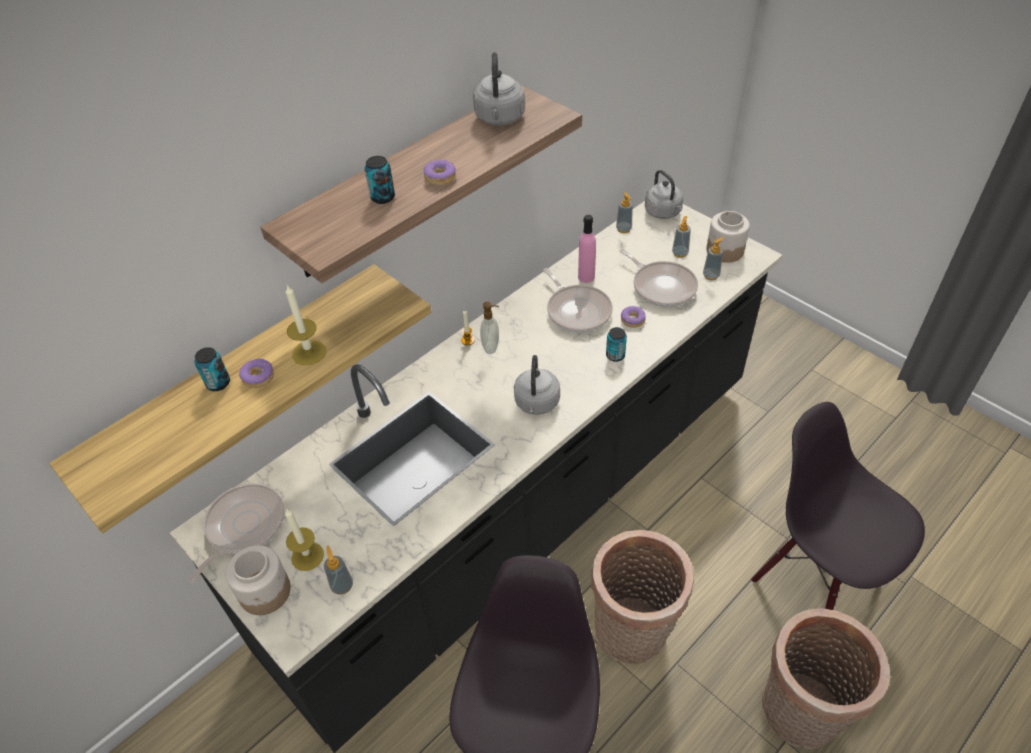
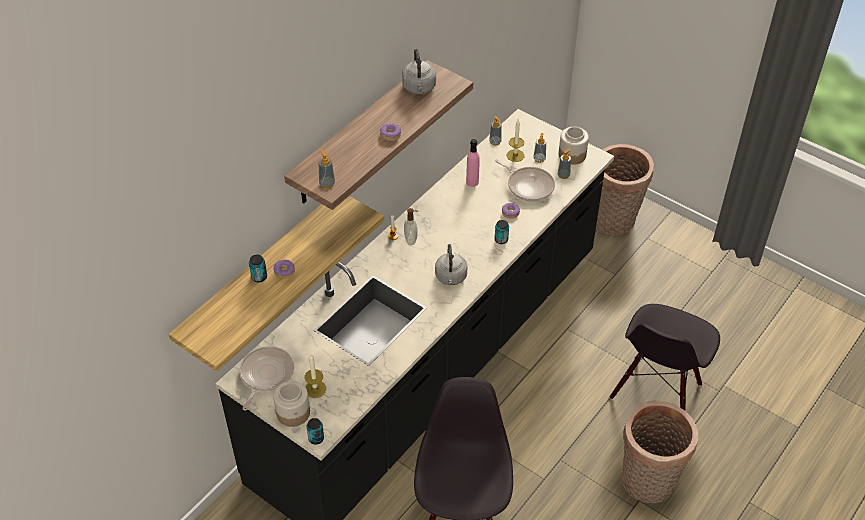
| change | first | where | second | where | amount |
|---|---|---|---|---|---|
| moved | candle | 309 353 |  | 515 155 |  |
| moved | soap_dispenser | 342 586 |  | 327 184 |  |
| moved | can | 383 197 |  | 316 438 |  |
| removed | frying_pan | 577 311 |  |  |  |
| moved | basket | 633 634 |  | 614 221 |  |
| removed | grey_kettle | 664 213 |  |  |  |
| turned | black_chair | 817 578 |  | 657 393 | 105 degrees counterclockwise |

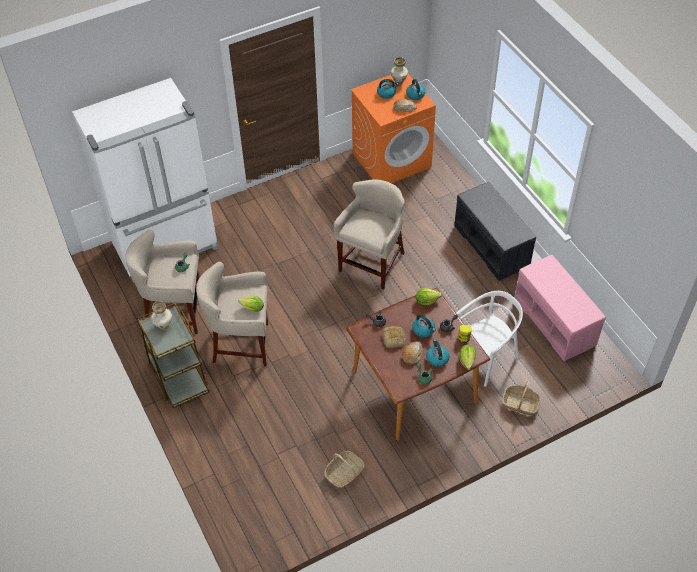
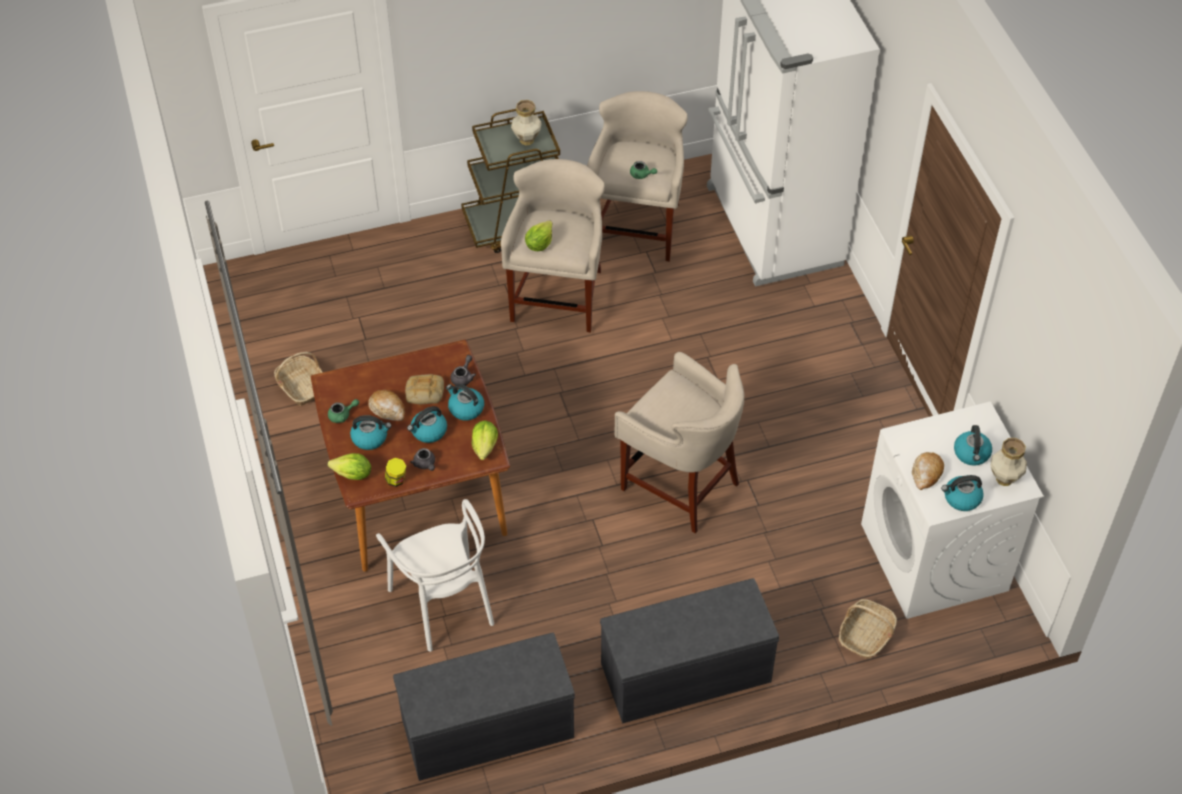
| change | first | where | second | where | amount |
|---|---|---|---|---|---|
| recoloured | orange_washing_machine | 392 160 | white_washing_machine | 935 558 |  |
| moved | basket | 520 404 |  | 865 635 |  |
| recoloured | pink_bench | 555 322 | grey_bench | 486 729 |  |
| added |  |  | kettle | 465 408 |  |

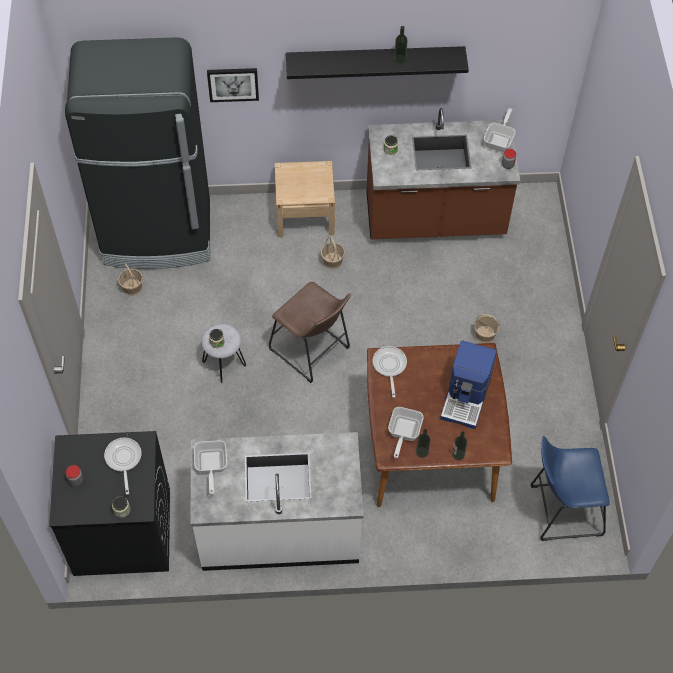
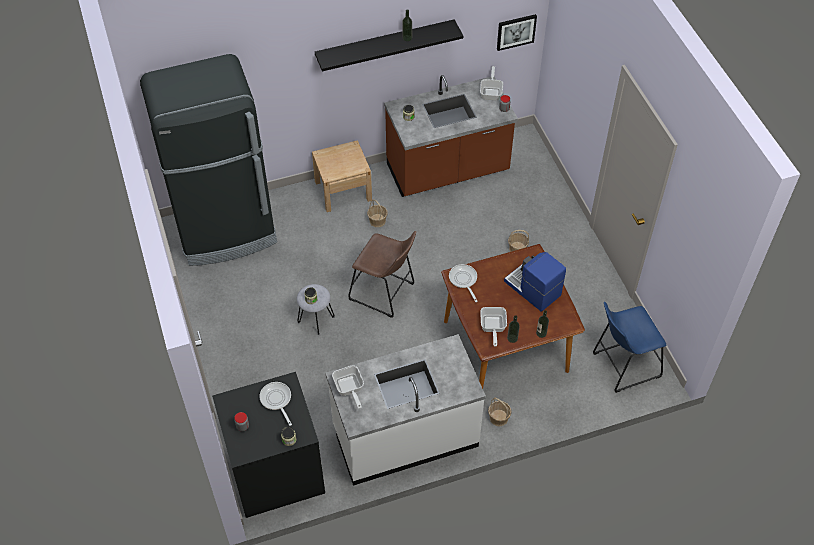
| change | first | where | second | where | amount |
|---|---|---|---|---|---|
| moved | basket | 132 287 |  | 498 418 |  |
| moved | picture | 233 84 |  | 516 31 |  |
| turned | coffee_machine | 466 397 |  | 532 289 | 135 degrees clockwise |

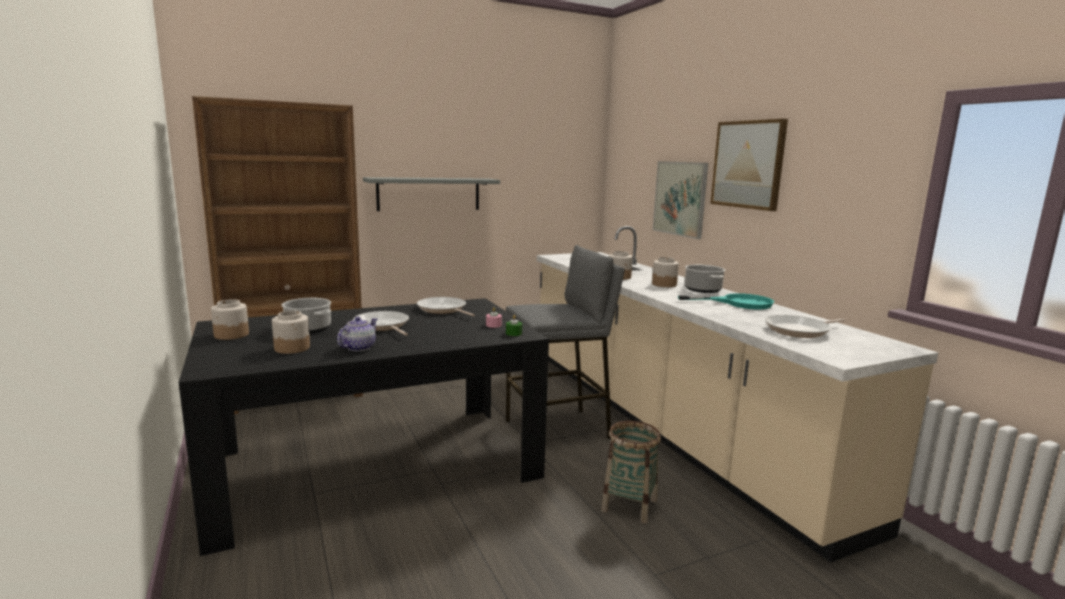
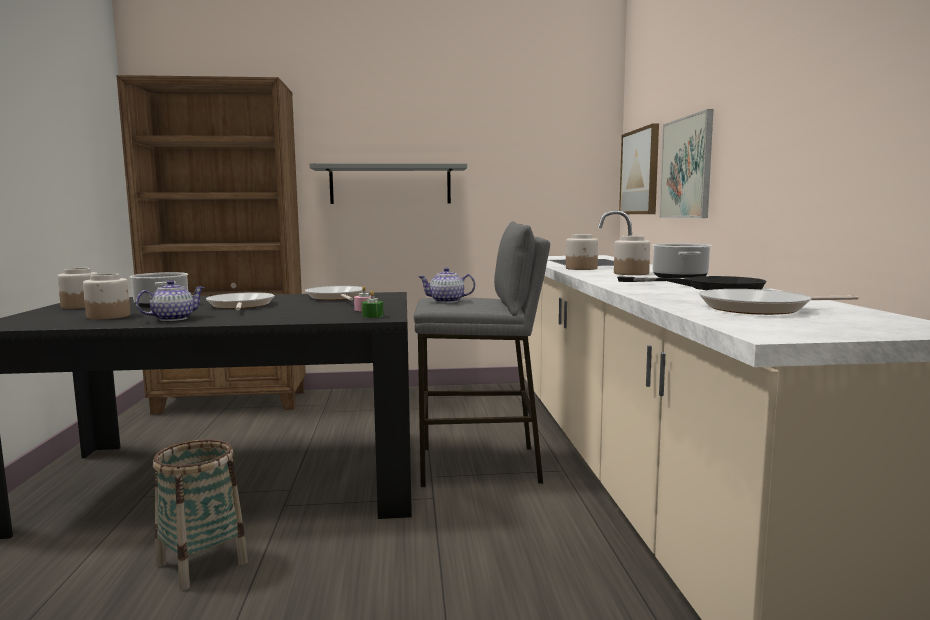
| change | first | where | second | where | amount |
|---|---|---|---|---|---|
| moved | basket | 629 505 |  | 202 563 |  |
| recoloured | turquoise_frying_pan | 738 303 | black_frying_pan | 709 287 |  |
| moved | picture | 748 164 |  | 640 172 |  |
| added |  |  | teapot | 447 301 |  |

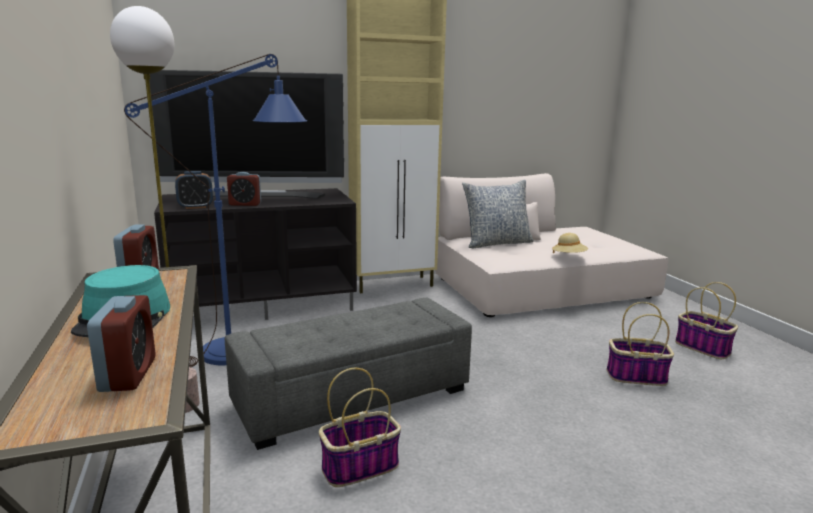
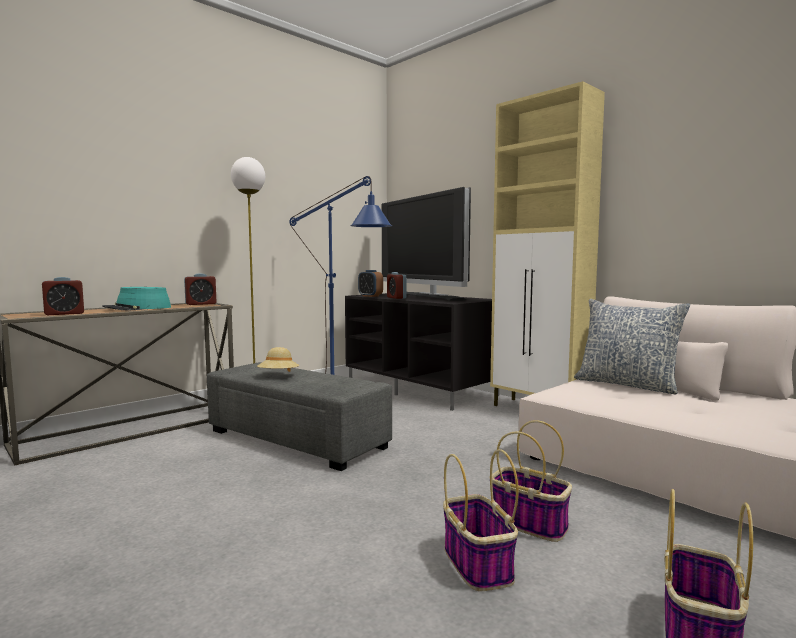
| change | first | where | second | where | amount |
|---|---|---|---|---|---|
| moved | basket | 360 466 |  | 530 523 |  |
| moved | beige_hat | 569 256 |  | 278 376 |  |

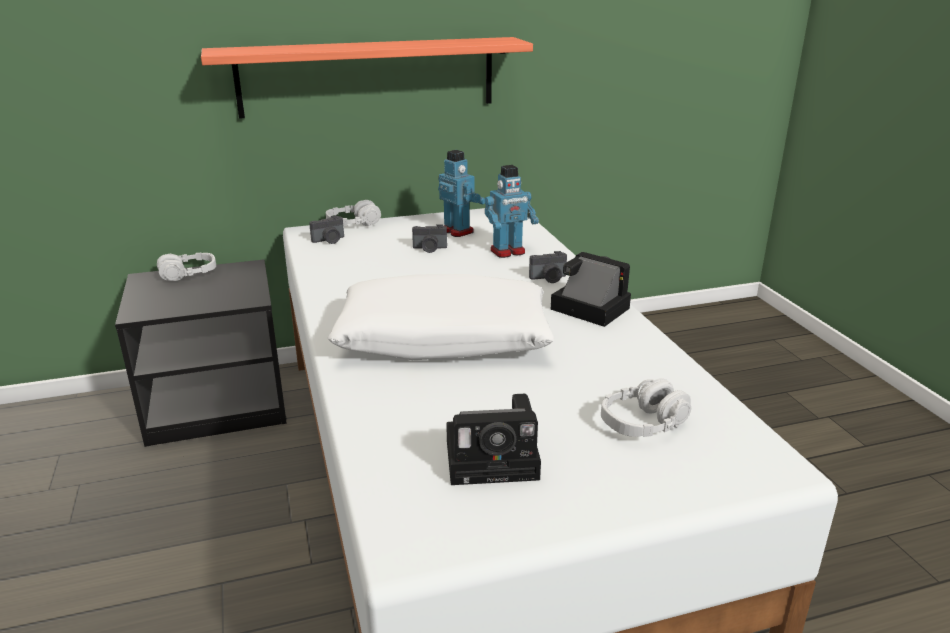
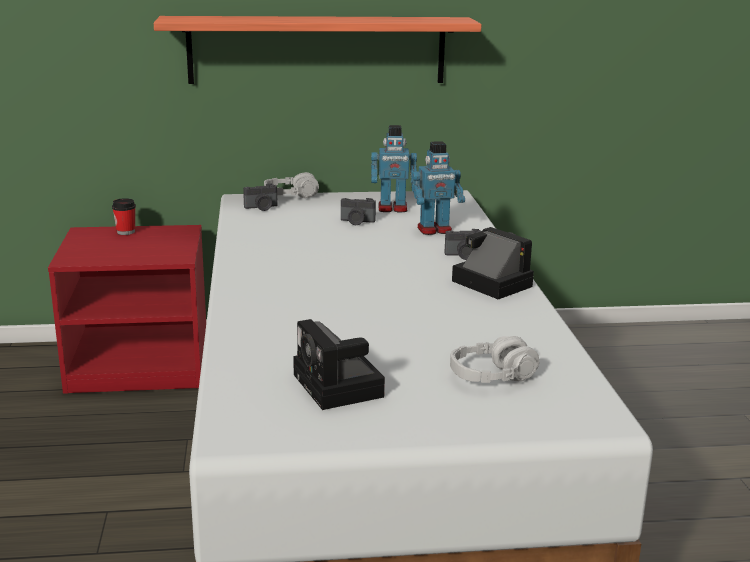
| change | first | where | second | where | amount |
|---|---|---|---|---|---|
| recoloured | black_nightstand | 219 404 | red_nightstand | 141 365 |  |
| replaced | grey_headphones | 188 274 | cup | 126 232 |  |
| removed | white_pillow | 443 338 |  |  |  |
| turned | toy_robot | 458 231 |  | 392 209 | 120 degrees clockwise |
| turned | photo_camera | 496 459 |  | 340 387 | 60 degrees clockwise |

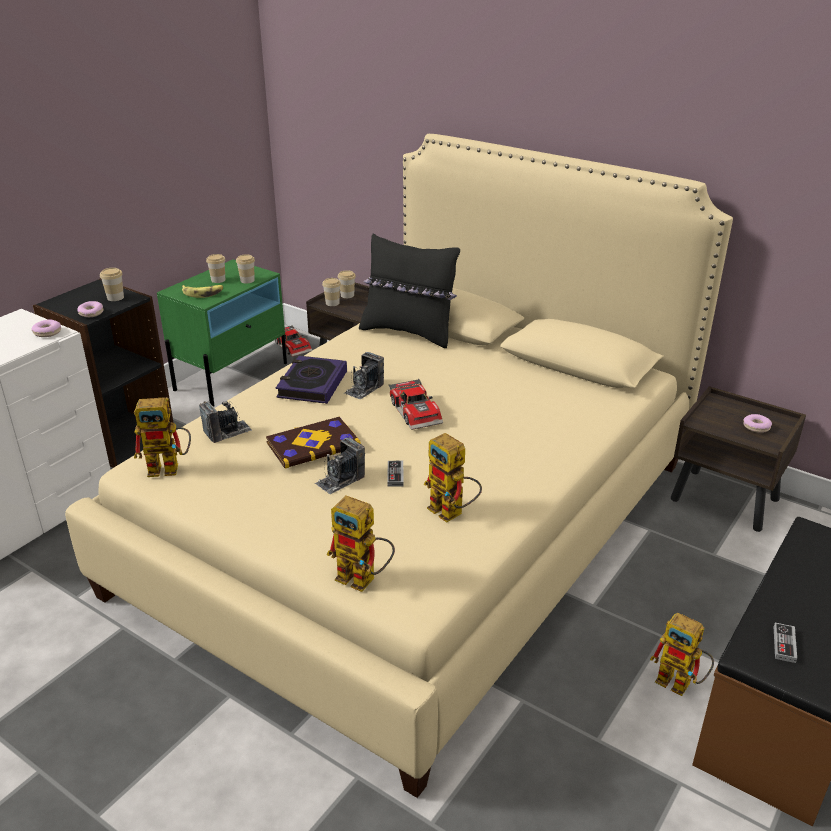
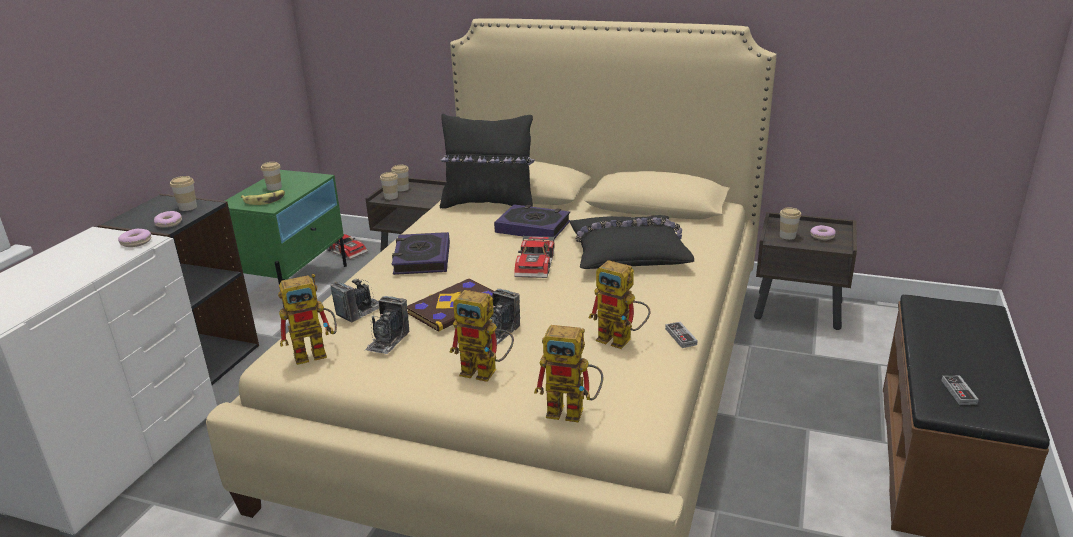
| change | first | where | second | where | amount |
|---|---|---|---|---|---|
| moved | cup | 247 280 |  | 787 236 |  |
| moved | photo_camera | 364 388 |  | 388 340 |  |
| moved | game_controller | 395 475 |  | 680 337 |  |
| turned | toy_car | 417 411 |  | 537 264 | 45 degrees clockwise |
| moved | toy_robot | 681 684 |  | 486 372 |  |
| added |  |  | book | 533 227 |  |
| added |  |  | black_pillow | 628 253 |  |

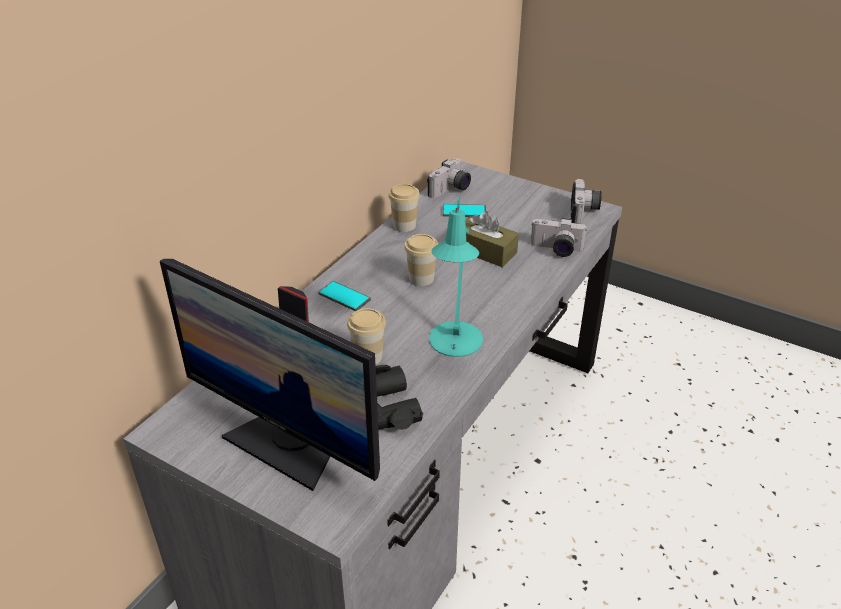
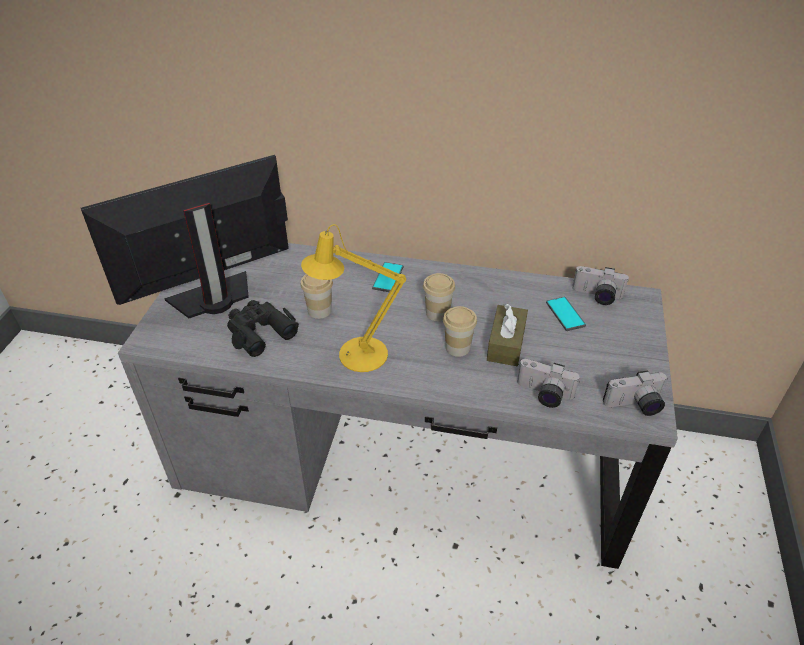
| change | first | where | second | where | amount |
|---|---|---|---|---|---|
| turned | monitor | 287 444 |  | 213 298 | 45 degrees clockwise |
| moved | cup | 404 225 |  | 457 347 |  |
| recoloured | turquoise_table_lamp | 454 344 | yellow_table_lamp | 355 355 |  |
| turned | photo_camera | 556 250 |  | 543 395 | 60 degrees counterclockwise |

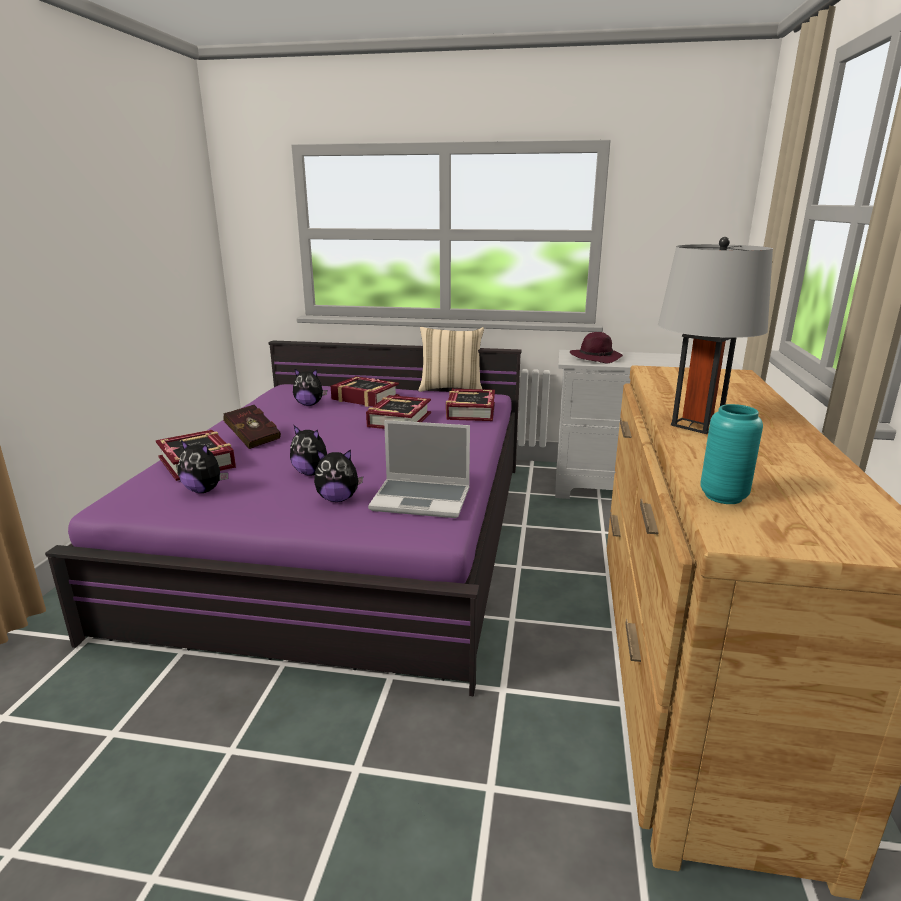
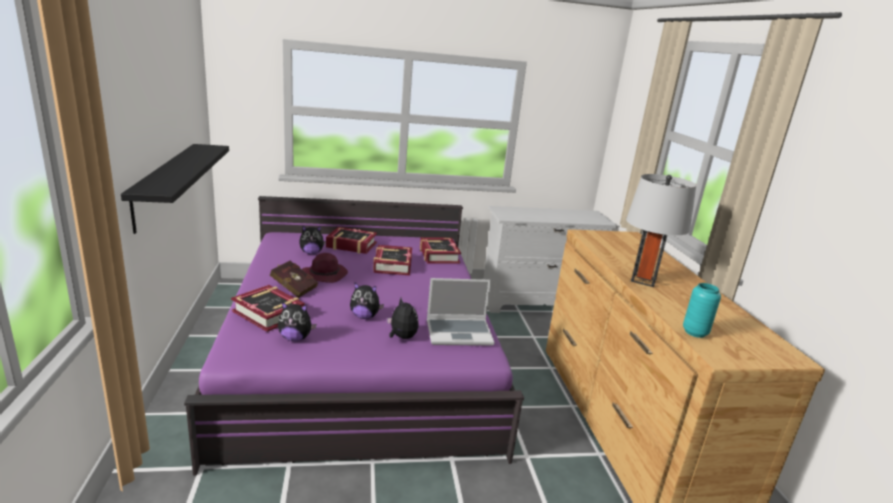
| change | first | where | second | where | amount |
|---|---|---|---|---|---|
| turned | plush_toy | 338 499 |  | 401 337 | 105 degrees counterclockwise |
| removed | beige_pillow | 451 389 |  |  |  |
| moved | purple_hat | 596 358 |  | 325 274 |  |
| added |  |  | black_shelf | 165 184 |  |

